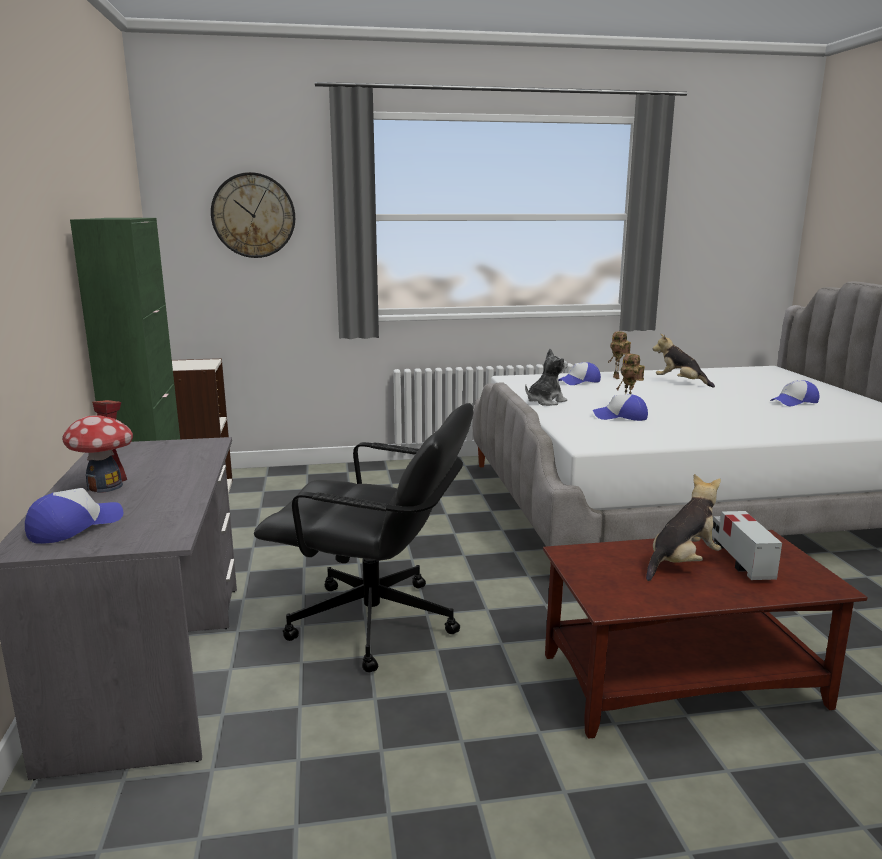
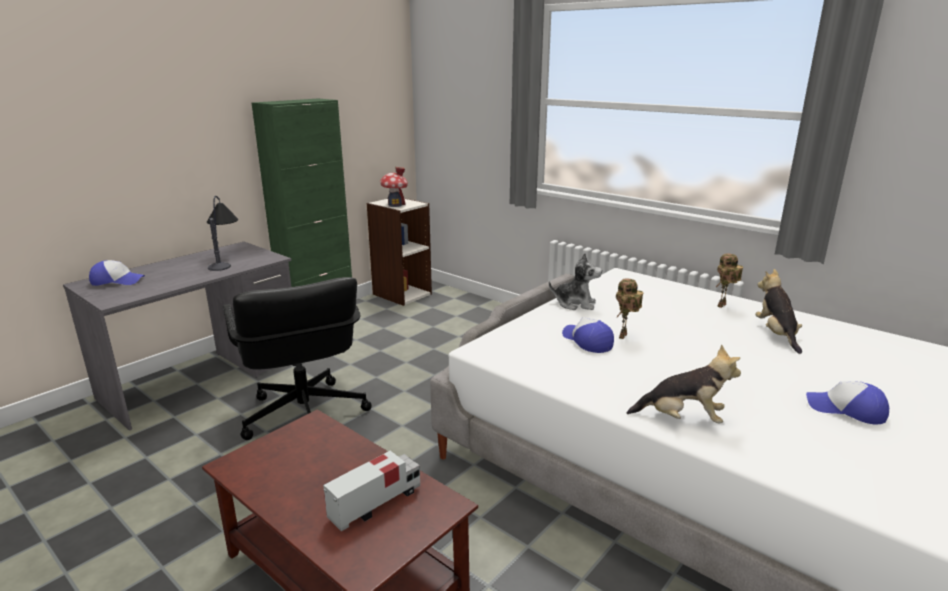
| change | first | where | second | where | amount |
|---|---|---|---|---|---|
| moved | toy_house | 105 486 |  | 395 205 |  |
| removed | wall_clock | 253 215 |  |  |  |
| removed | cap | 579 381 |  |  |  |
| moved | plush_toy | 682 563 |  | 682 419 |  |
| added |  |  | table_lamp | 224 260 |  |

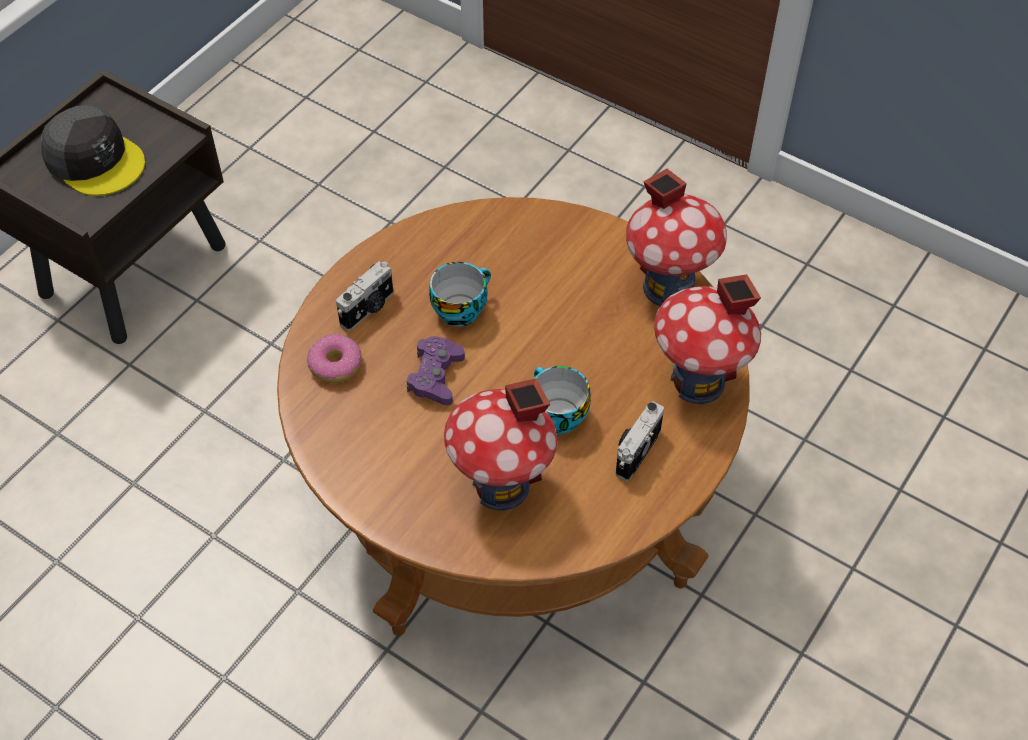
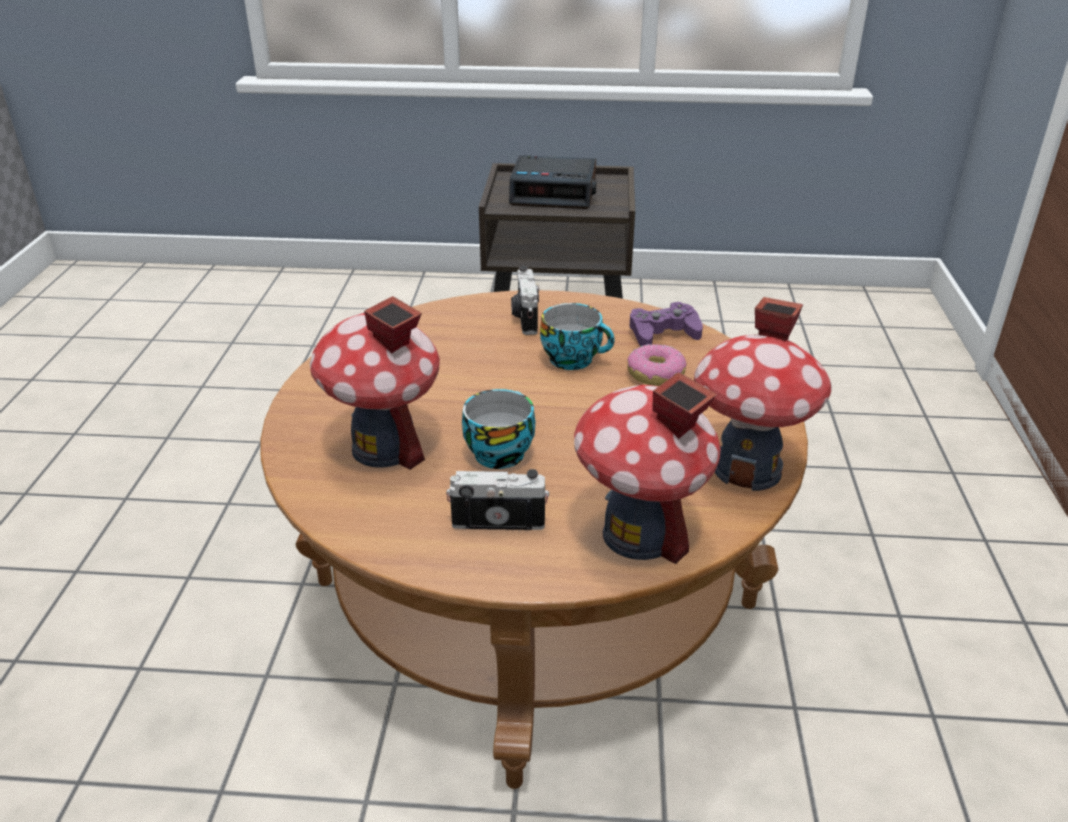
| change | first | where | second | where | amount |
|---|---|---|---|---|---|
| replaced | grey_cap | 95 159 | alarm_clock | 554 193 |  |
| moved | donut | 336 365 |  | 655 374 |  |
| turned | photo_camera | 368 309 |  | 525 318 | 75 degrees clockwise |
| moved | purple_game_controller | 436 376 |  | 663 333 |  |

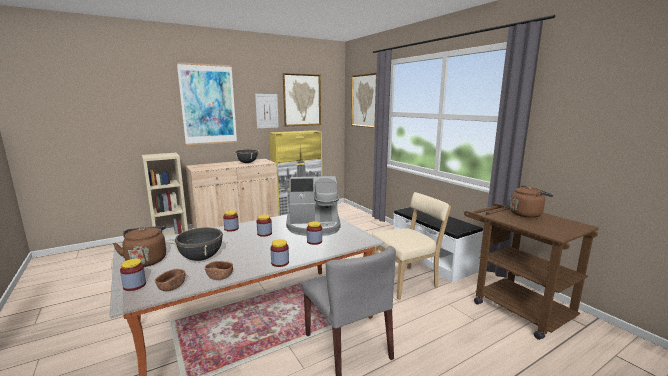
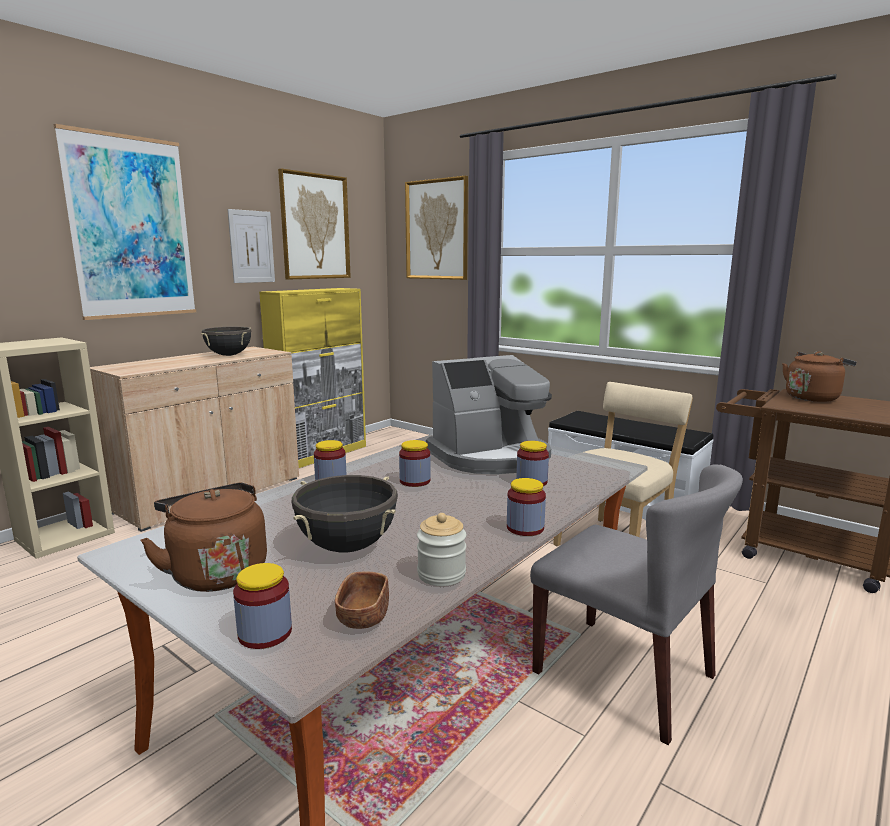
| change | first | where | second | where | amount |
|---|---|---|---|---|---|
| replaced | brown_bowl | 219 276 | jar | 441 574 |  |

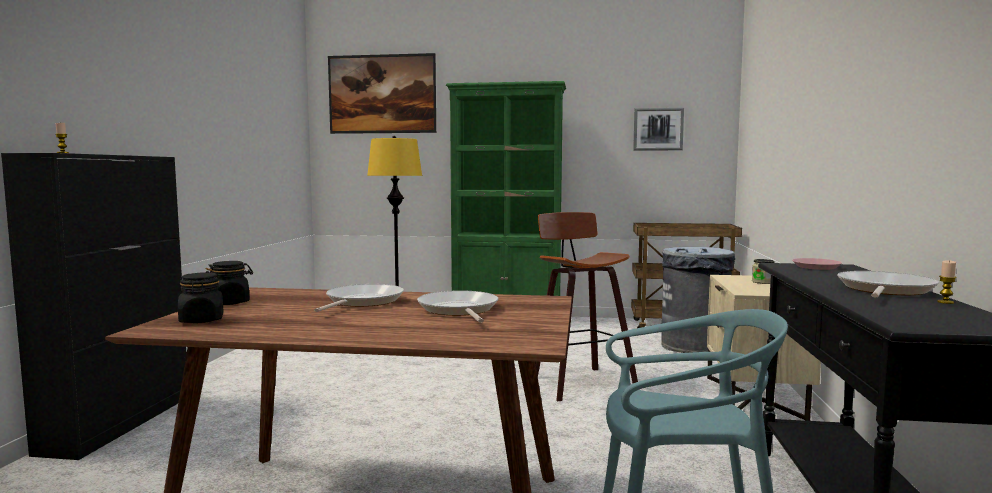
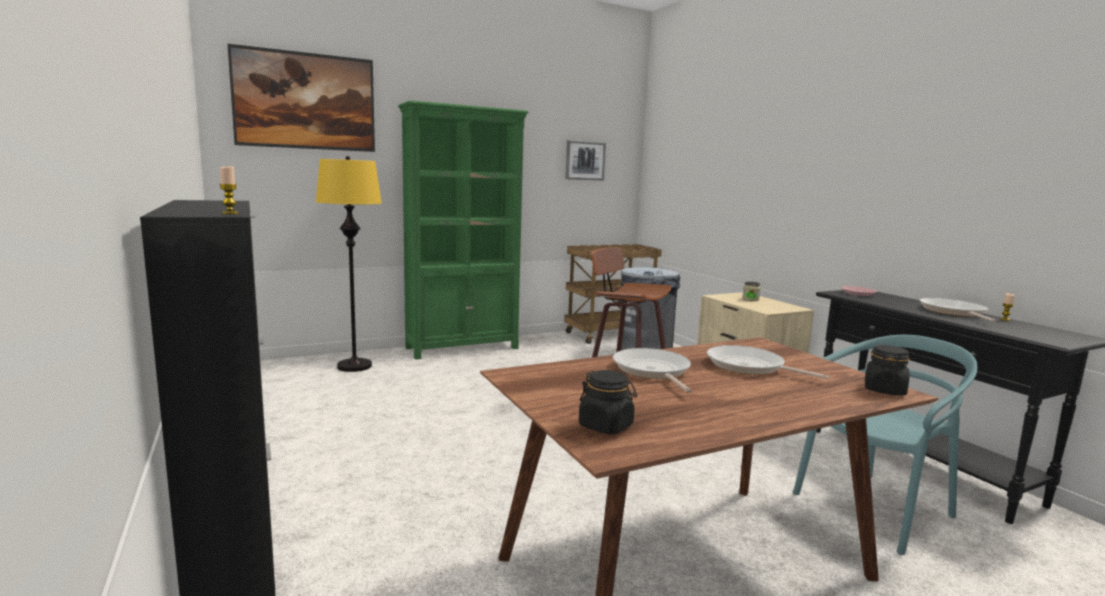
| change | first | where | second | where | amount |
|---|---|---|---|---|---|
| moved | black_jar | 230 302 |  | 884 390 |  |

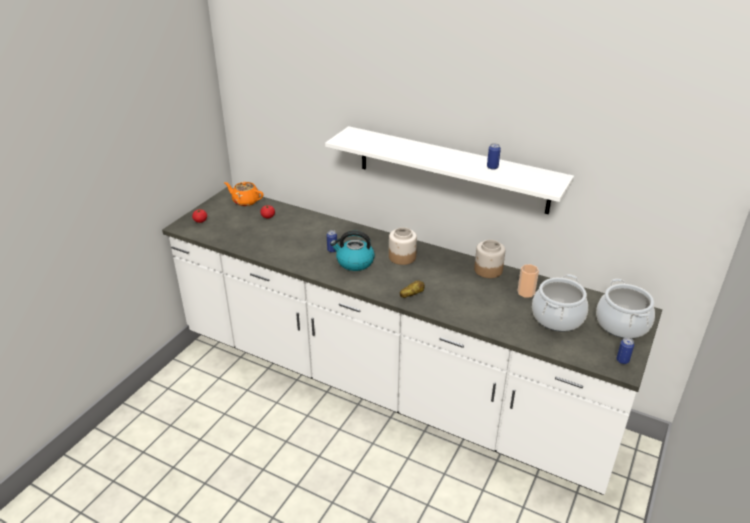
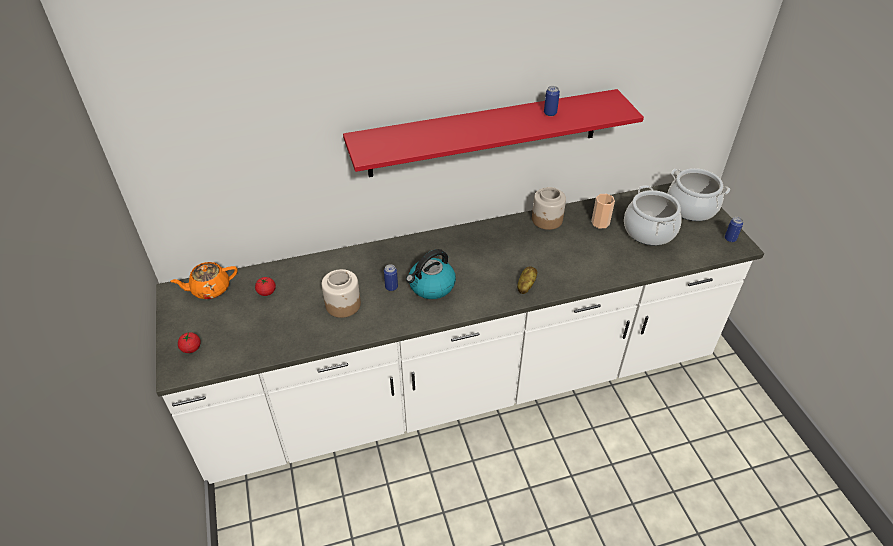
| change | first | where | second | where | amount |
|---|---|---|---|---|---|
| recoloured | white_shelf | 451 169 | red_shelf | 485 133 |  |
| moved | jar | 402 257 |  | 343 304 |  |

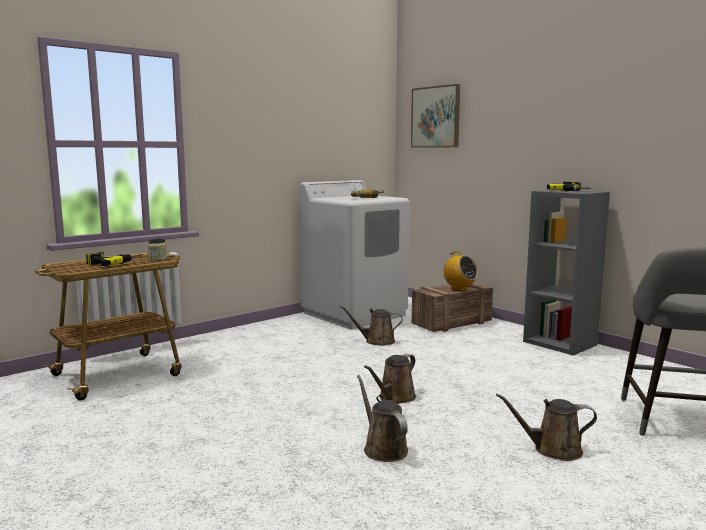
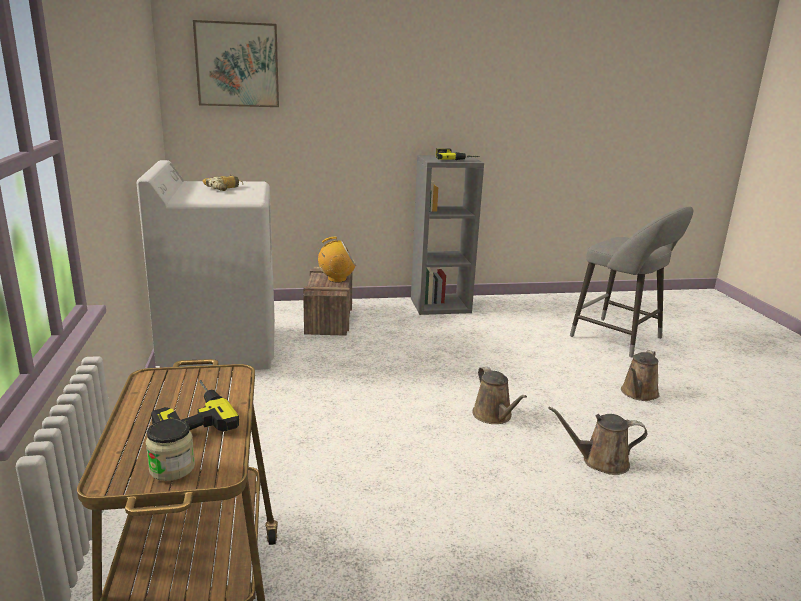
| change | first | where | second | where | amount |
|---|---|---|---|---|---|
| moved | jar | 157 259 |  | 172 468 |  |
| removed | brown_watering_can | 377 341 |  |  |  |

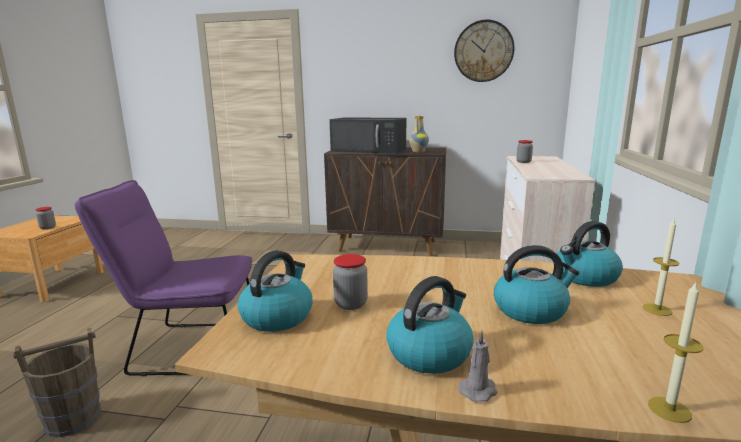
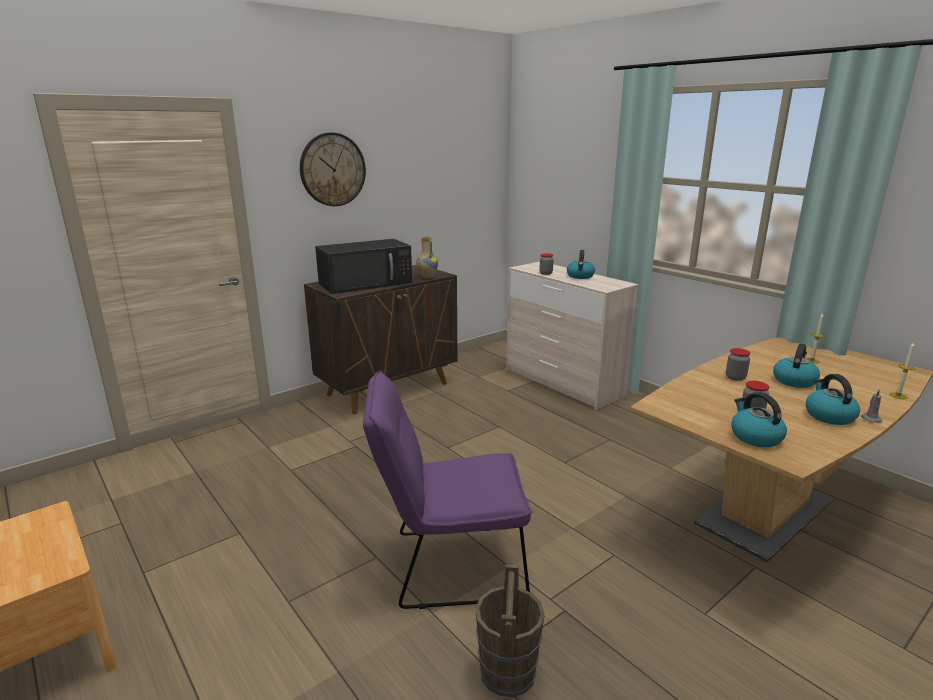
| change | first | where | second | where | amount |
|---|---|---|---|---|---|
| moved | jar | 48 227 |  | 735 377 |  |
| turned | purple_chair | 189 348 |  | 448 566 | 45 degrees clockwise |
| moved | wall_clock | 483 51 |  | 332 169 |  |
| moved | kettle | 585 277 |  | 580 276 |  |

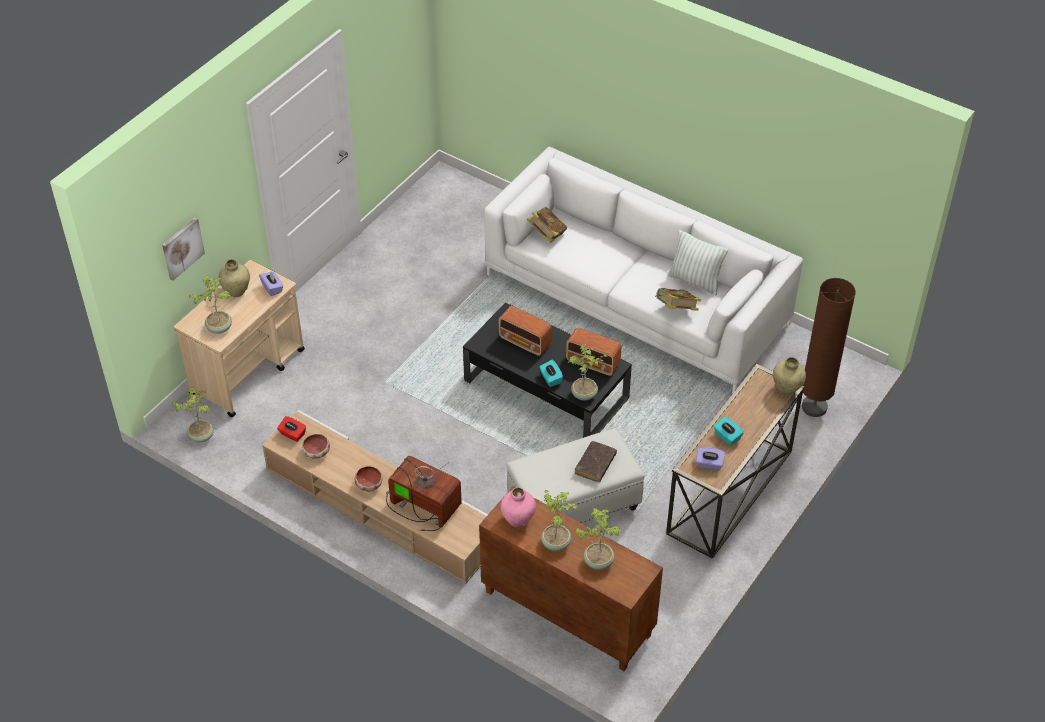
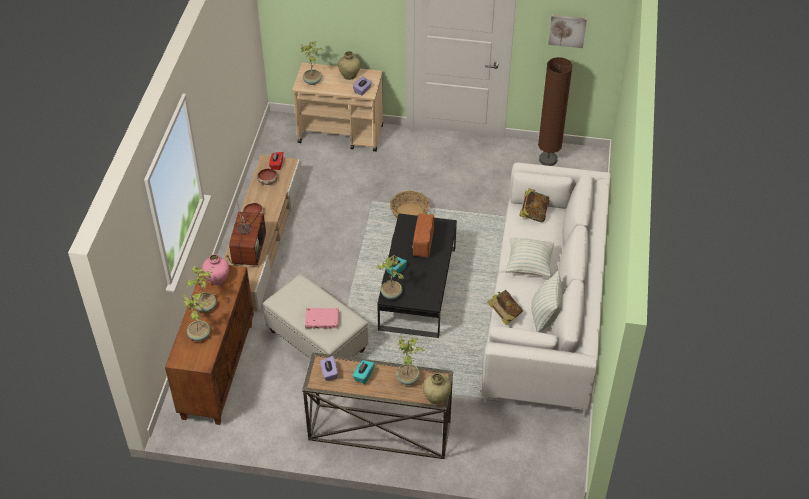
| change | first | where | second | where | amount |
|---|---|---|---|---|---|
| moved | picture | 182 248 |  | 567 30 |  |
| moved | potted_plant | 201 436 |  | 408 378 |  |
| removed | radio | 593 363 |  |  |  |
| recoloured | brown_book | 595 465 | pink_book | 322 321 |  |
| moved | brown_floor_lamp | 814 407 |  | 548 159 |  |
| added |  |  | basket | 409 214 |  |
| added |  |  | pillow | 529 265 |  |

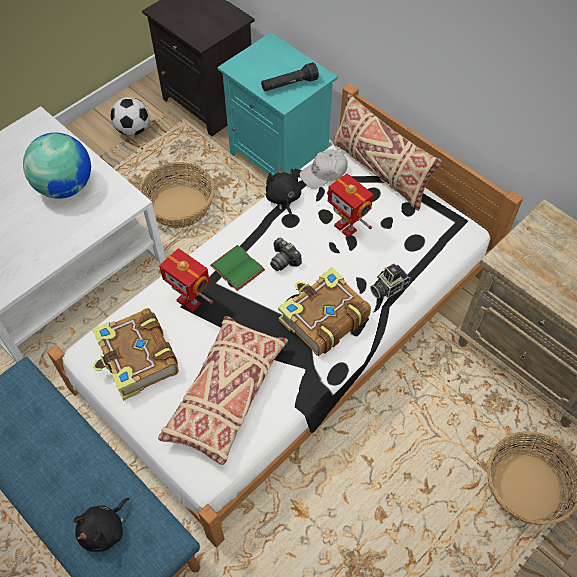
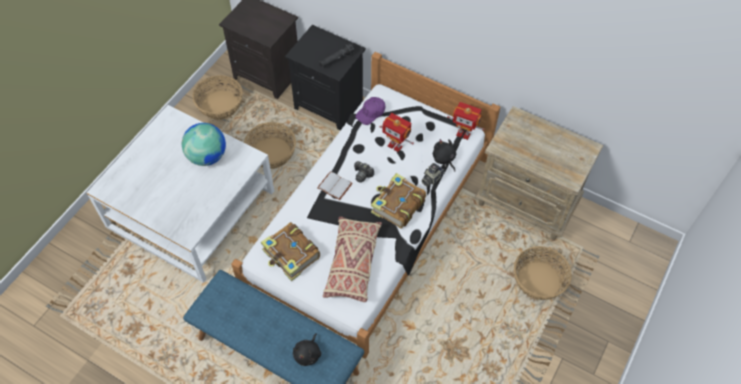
| change | first | where | second | where | amount |
|---|---|---|---|---|---|
| replaced | football | 133 130 | basket | 220 105 |  |
| moved | toy_robot | 190 301 |  | 463 134 |  |
| recoloured | green_book | 239 268 | white_book | 335 186 |  |
| recoloured | turquoise_nightstand | 280 157 | black_nightstand | 330 105 |  |
| moved | black_plush_toy | 283 199 |  | 444 159 |  |
| recoloured | white_cap | 324 173 | purple_cap | 371 113 |  |
| removed | beige_pillow | 379 170 |  |  |  |

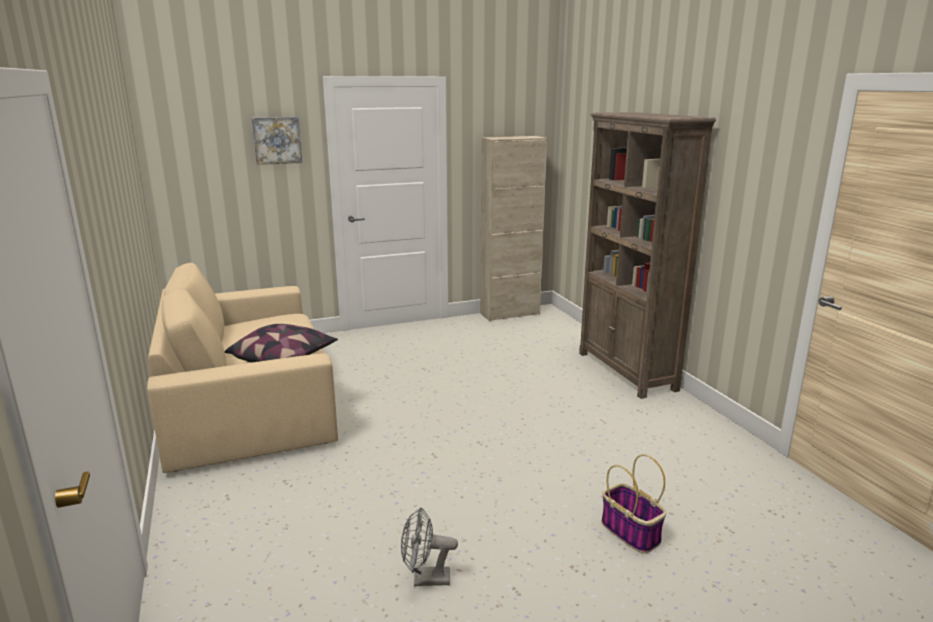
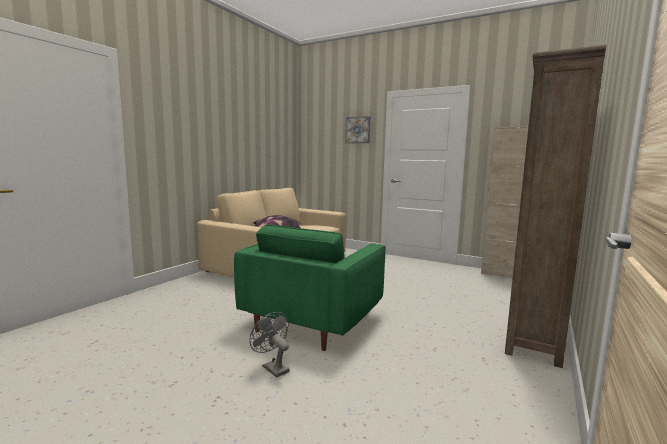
| change | first | where | second | where | amount |
|---|---|---|---|---|---|
| moved | grey_fan | 425 579 |  | 272 367 |  |
| removed | basket | 631 532 |  |  |  |
| added |  |  | green_armchair | 314 320 |  |

